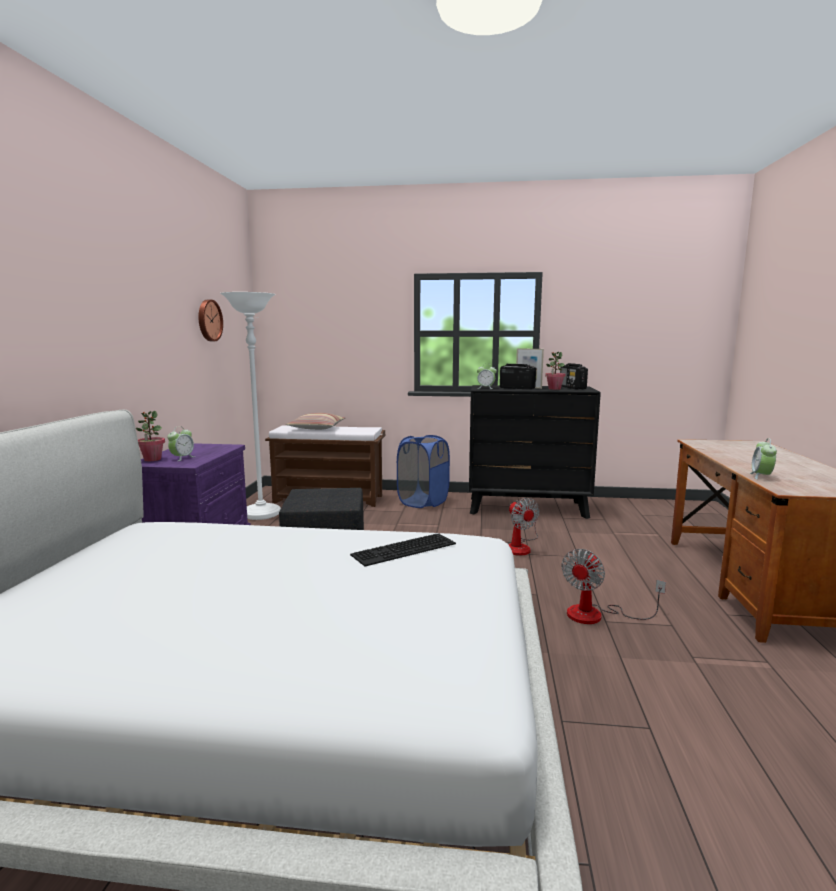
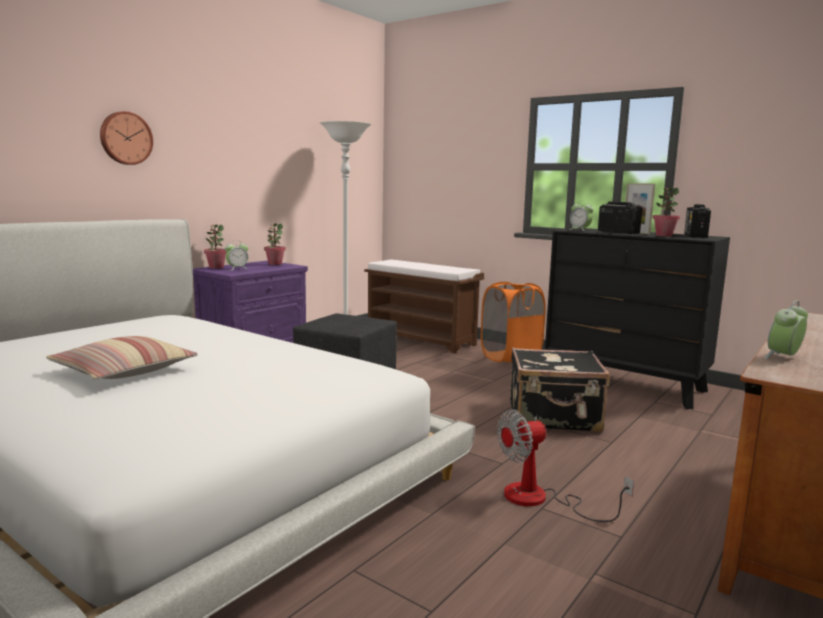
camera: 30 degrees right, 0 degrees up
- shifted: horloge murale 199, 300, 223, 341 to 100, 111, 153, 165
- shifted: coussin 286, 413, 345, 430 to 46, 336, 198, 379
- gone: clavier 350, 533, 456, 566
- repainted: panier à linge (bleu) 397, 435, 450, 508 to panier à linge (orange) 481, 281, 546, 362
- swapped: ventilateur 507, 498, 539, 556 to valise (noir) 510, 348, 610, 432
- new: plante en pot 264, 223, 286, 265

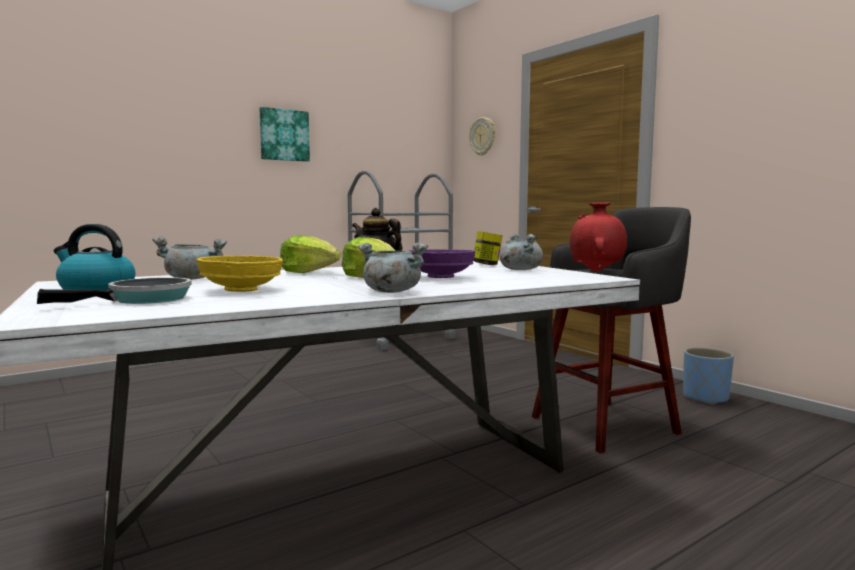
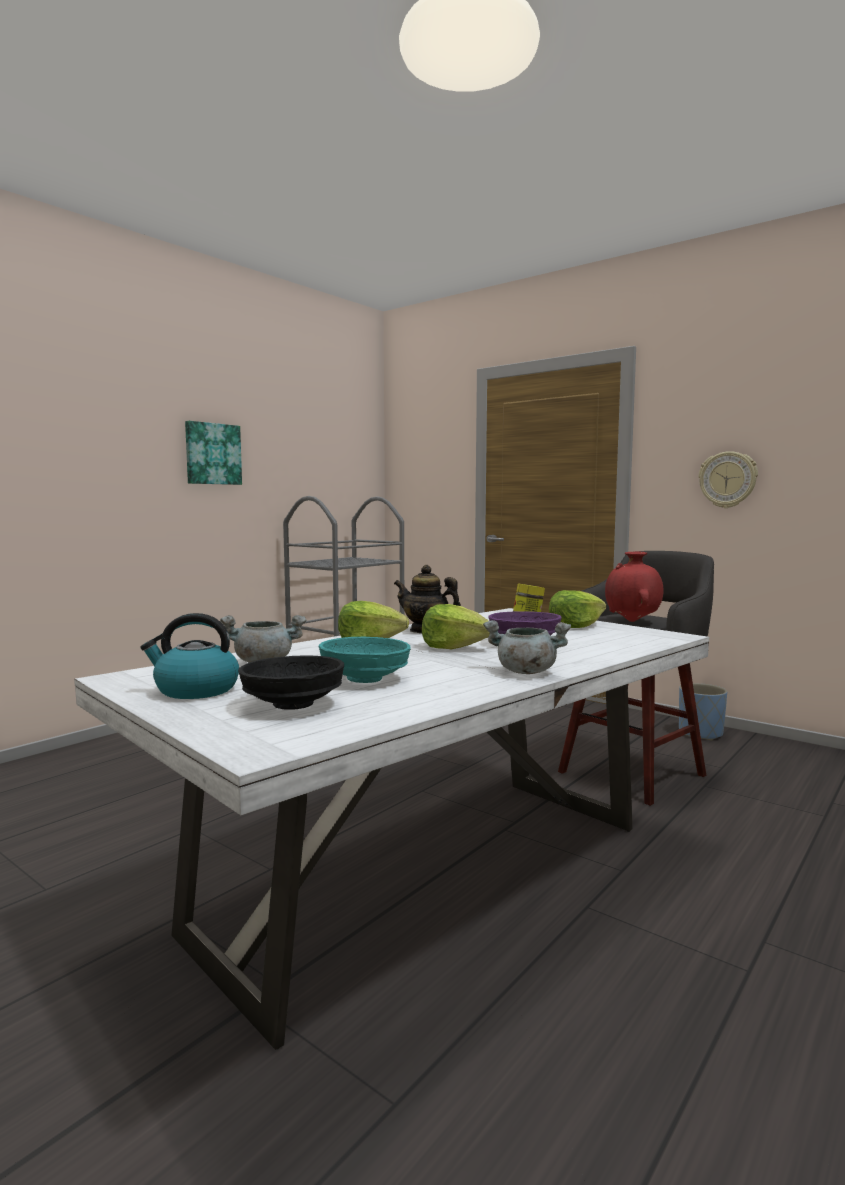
camera: 15 degrees left, 0 degrees up
- swapped: poêle 37, 277, 192, 304 to bol (noir) 238, 656, 344, 710
- repainted: bol (jaune) 197, 255, 283, 292 to bol (turquoise) 318, 637, 411, 683
- shifted: horloge murale 469, 117, 495, 156 to 699, 451, 758, 508
- swapped: marmite (gris) 500, 234, 543, 270 to laitue 549, 590, 606, 628

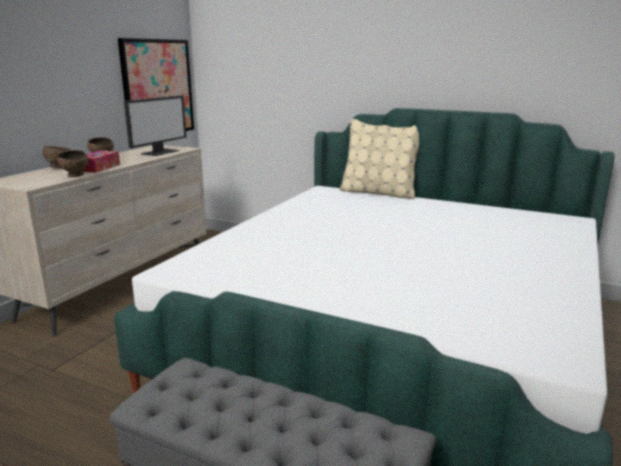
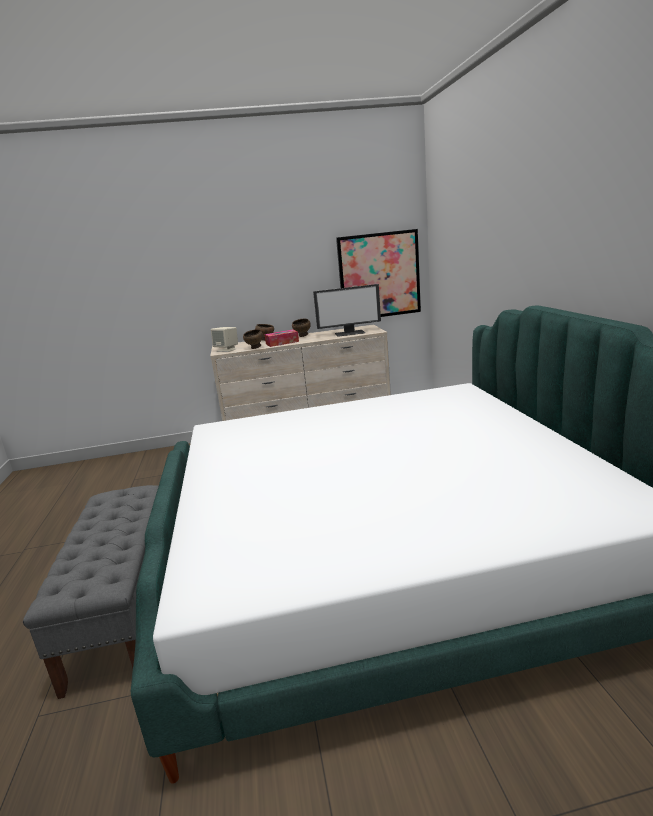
camera: 55 degrees right, 0 degrees up
- gone: coussin (beige) 339, 119, 419, 199
- new: enceinte (beige) 211, 327, 238, 352

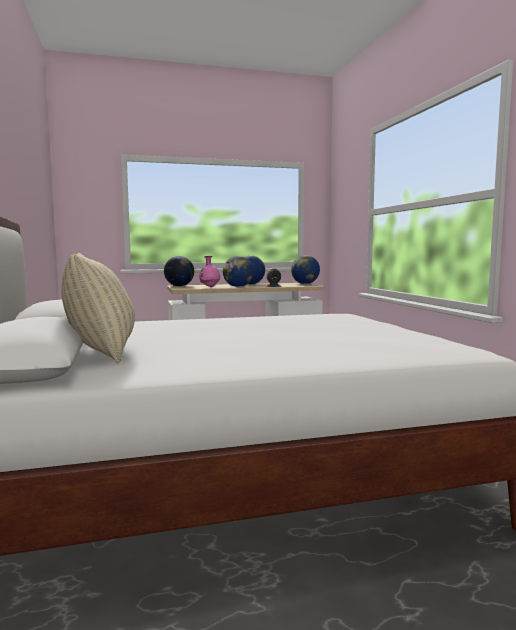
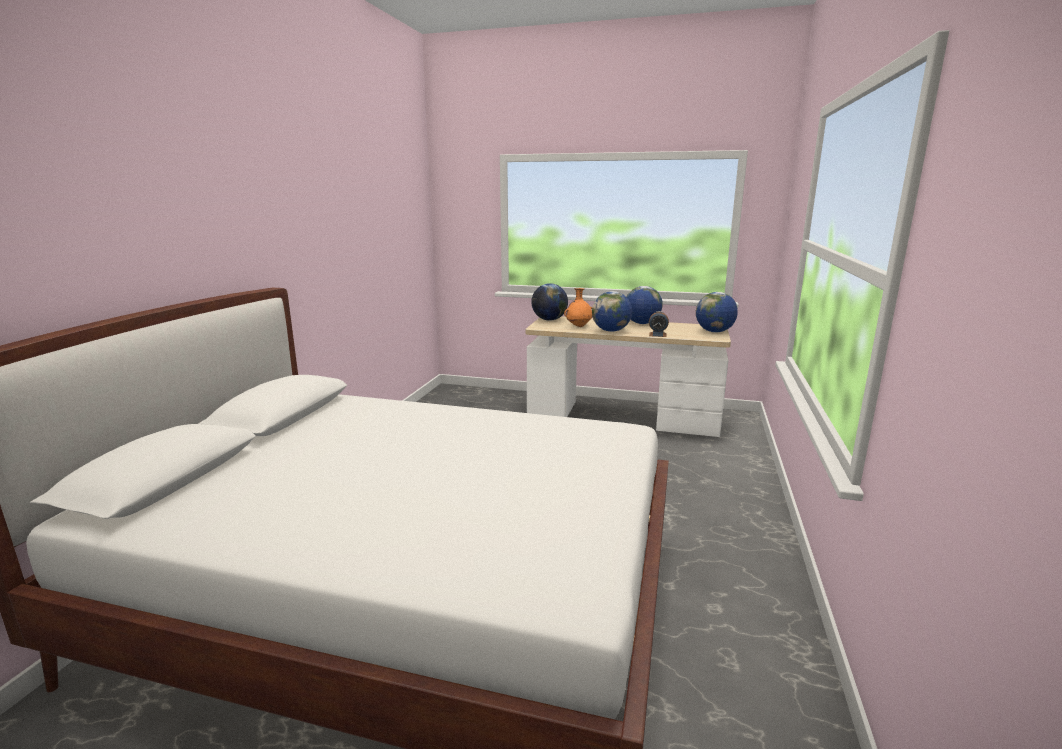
camera: 30 degrees right, 10 degrees up
- gone: coussin (beige) 61, 253, 135, 363
- repainted: vase (rose) 199, 256, 220, 287 to vase (orange) 564, 288, 592, 327

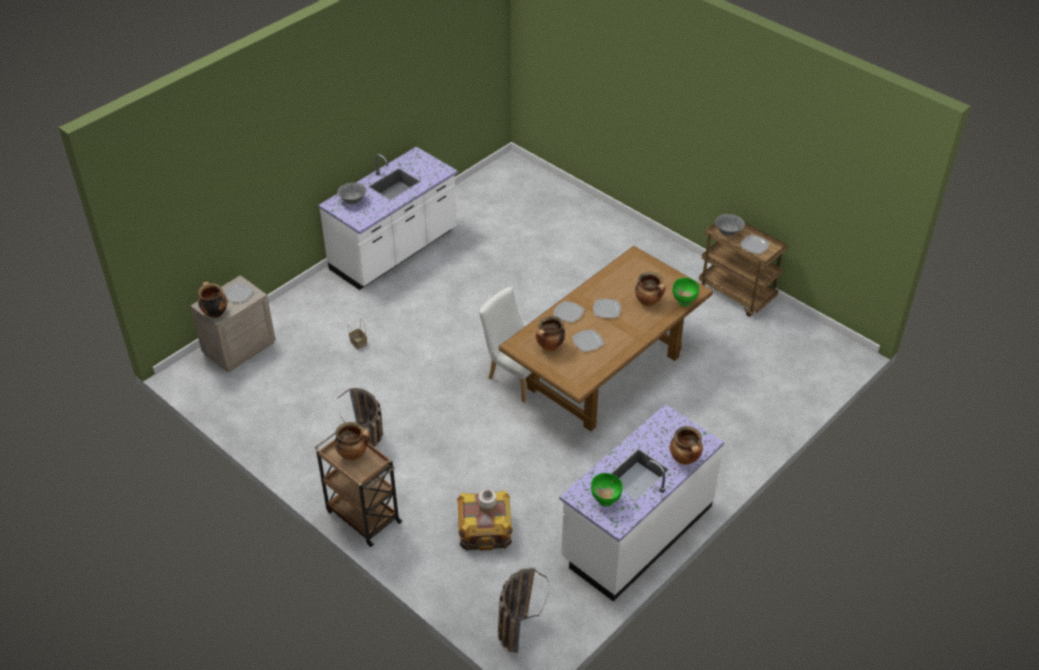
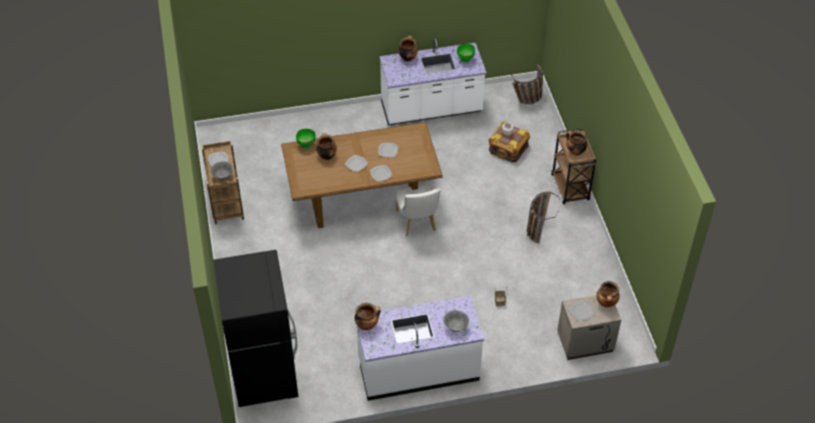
camera: 145 degrees left, 5 degrees up
- shifted: marmite 535, 316, 565, 351 to 355, 303, 381, 330
- new: réfrigérateur (noir) 213, 250, 298, 407

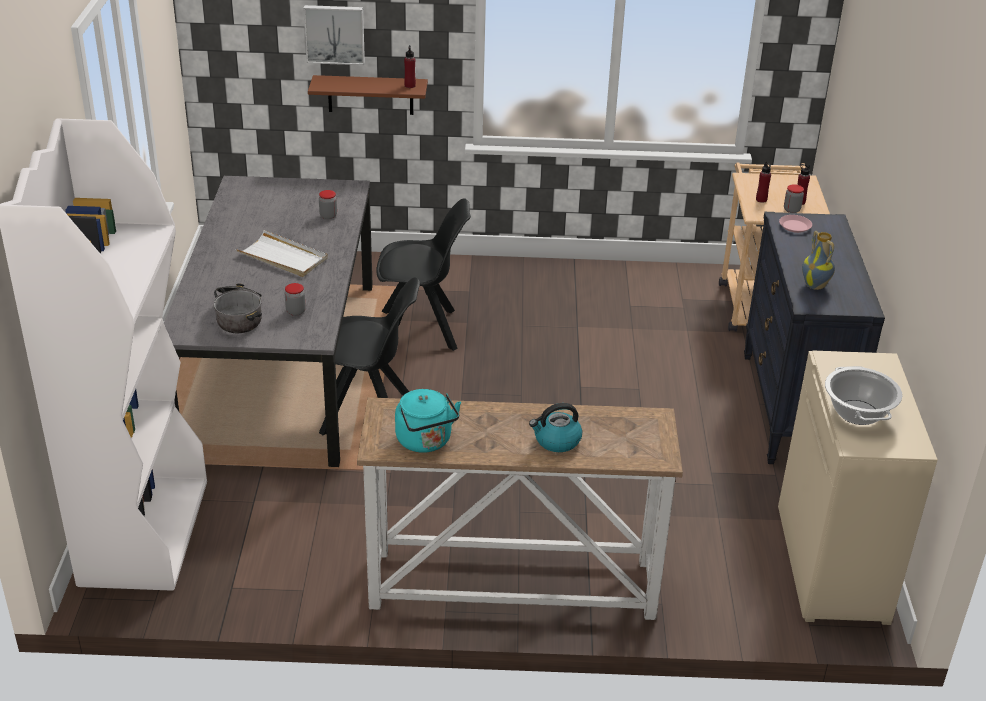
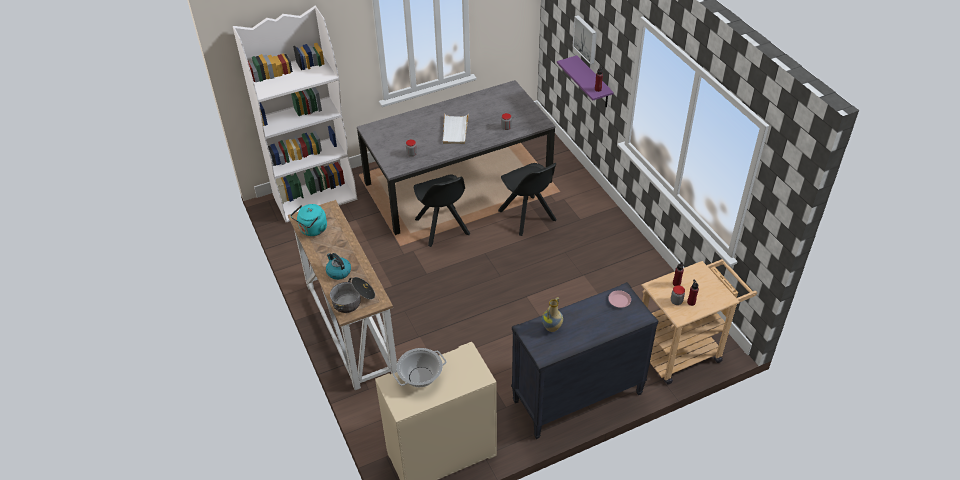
camera: 65 degrees right, 10 degrees up
- shifted: marmite 213, 283, 262, 333 to 330, 277, 375, 313
- repainted: étagère (marron) 308, 75, 428, 115 to étagère (violet) 557, 55, 614, 107

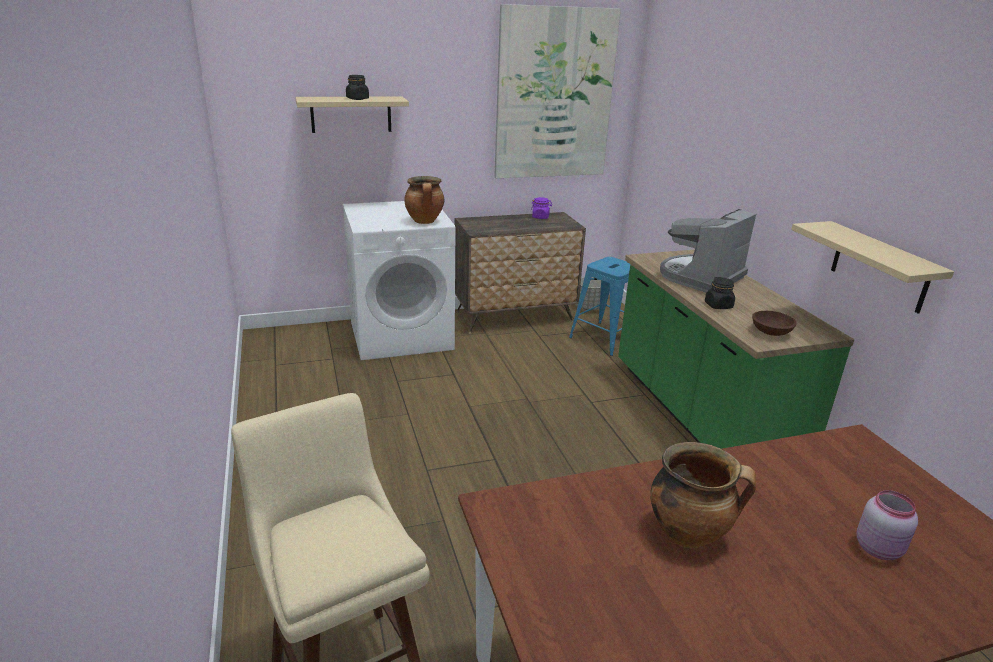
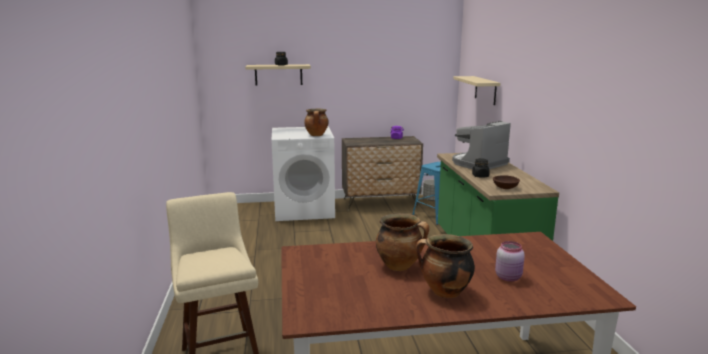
camera: 10 degrees right, 10 degrees down
- gone: tableau 494, 4, 621, 178
- shifted: étagère (beige) 791, 221, 954, 313 to 453, 76, 500, 105
- new: marmite 416, 234, 475, 298

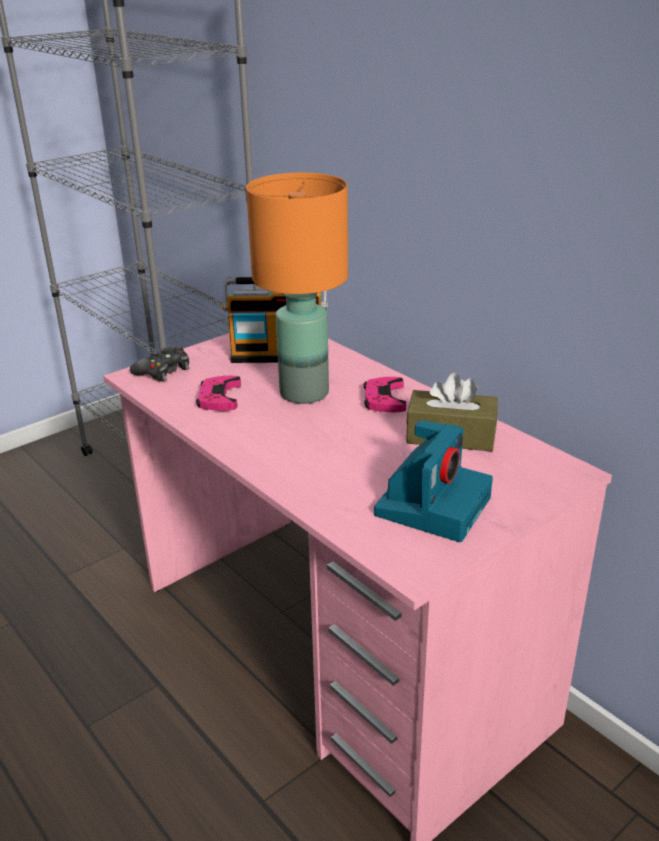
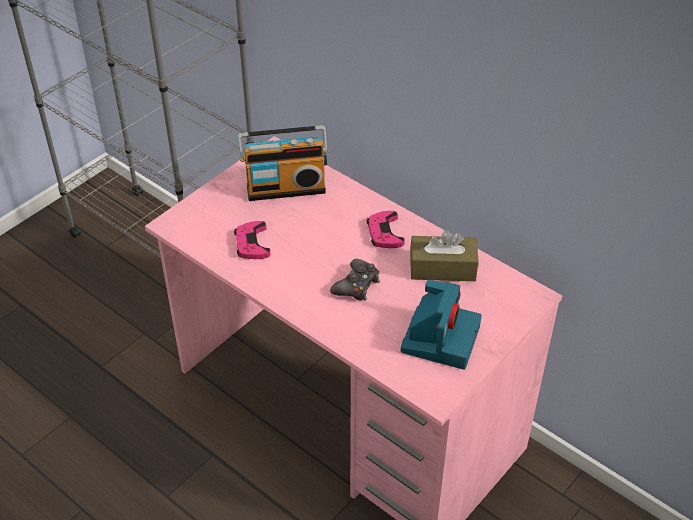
camera: 10 degrees left, 15 degrees up
- shifted: manette (noir) 130, 346, 190, 382 to 330, 259, 380, 301
- gone: lampe de table (orange) 246, 173, 348, 404

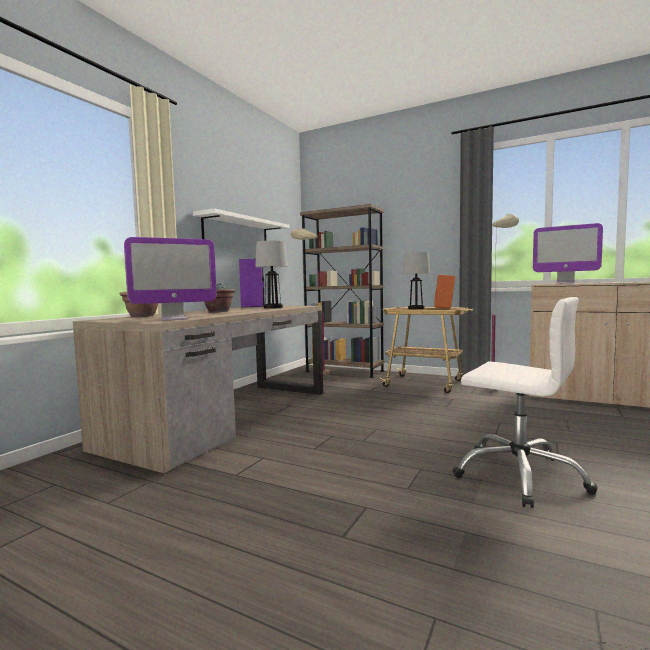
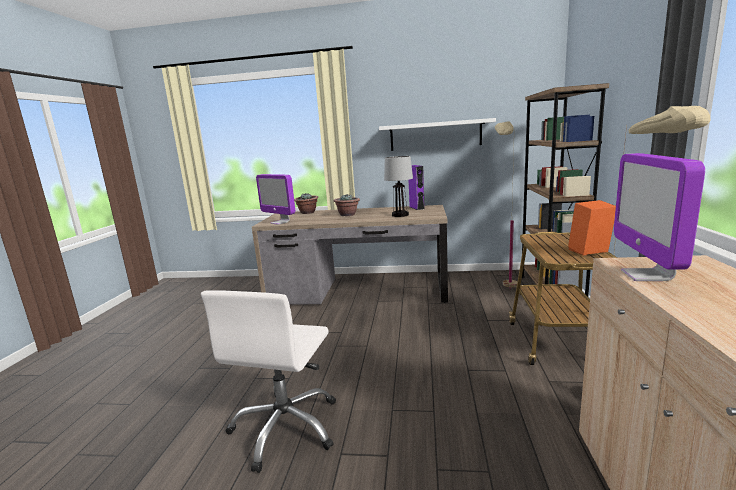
camera: 70 degrees right, 10 degrees up
- gone: lampe de table 402, 252, 430, 309

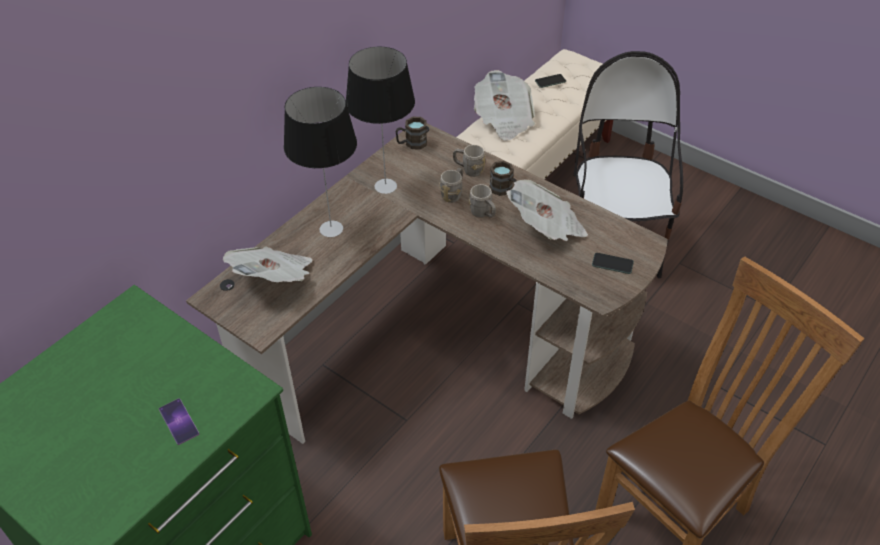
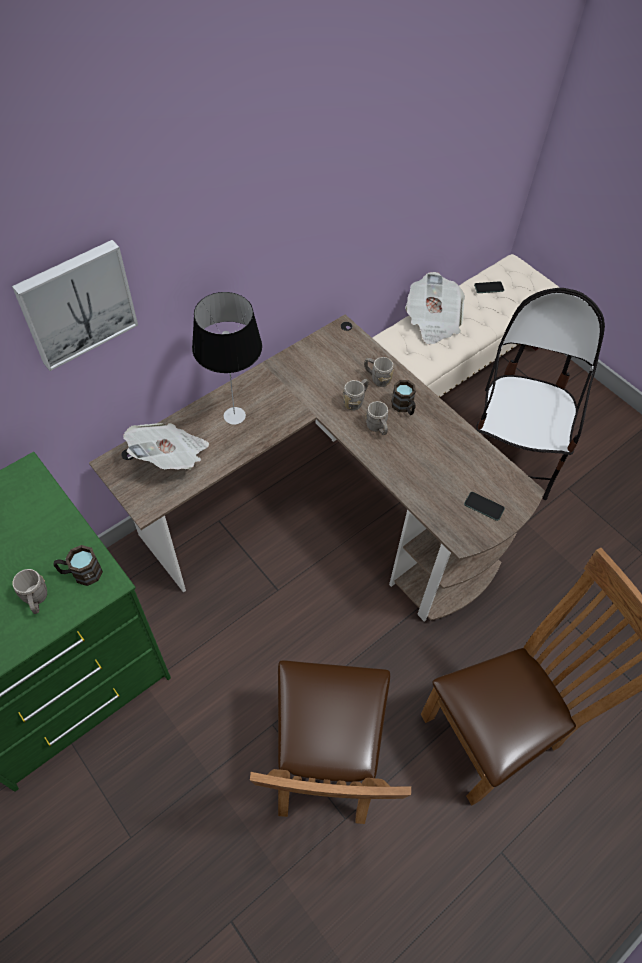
camera: 10 degrees right, 10 degrees up
- swapped: téléphone 159, 399, 199, 445 to mug (gris) 13, 569, 47, 614
- gone: lampe de table 346, 47, 415, 194
- shifted: mug (marron) 396, 117, 427, 150 to 54, 545, 103, 586
- gone: journal 506, 179, 588, 241
- new: tableau 12, 240, 138, 371

